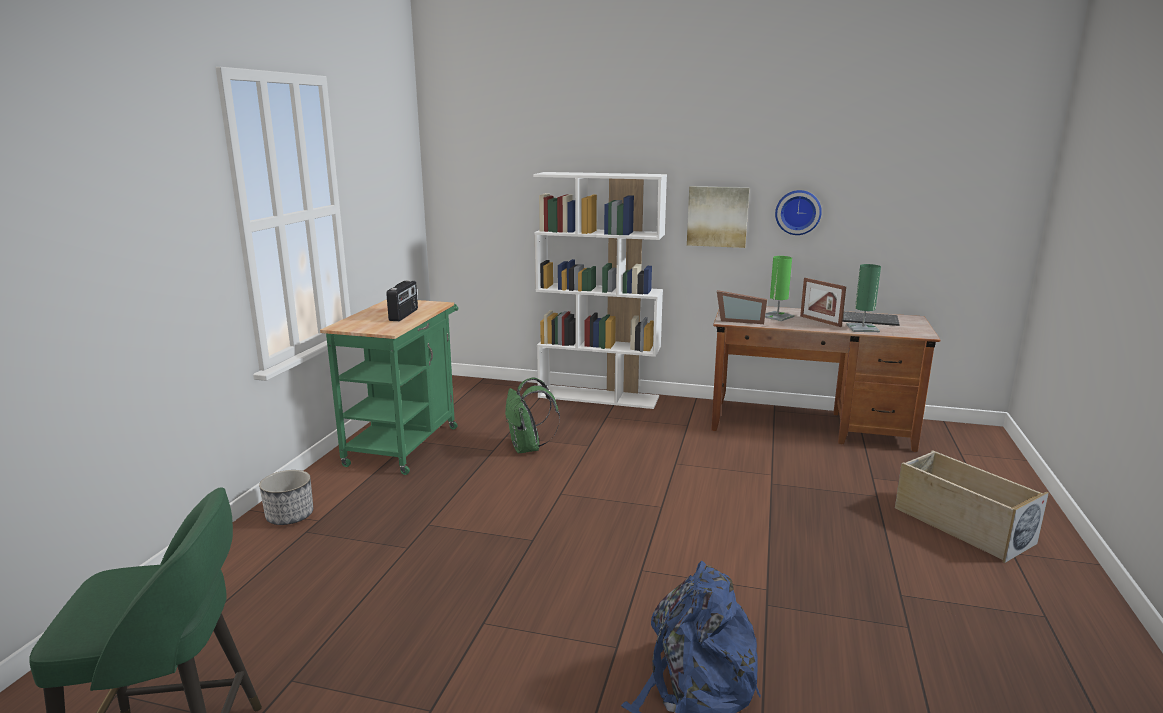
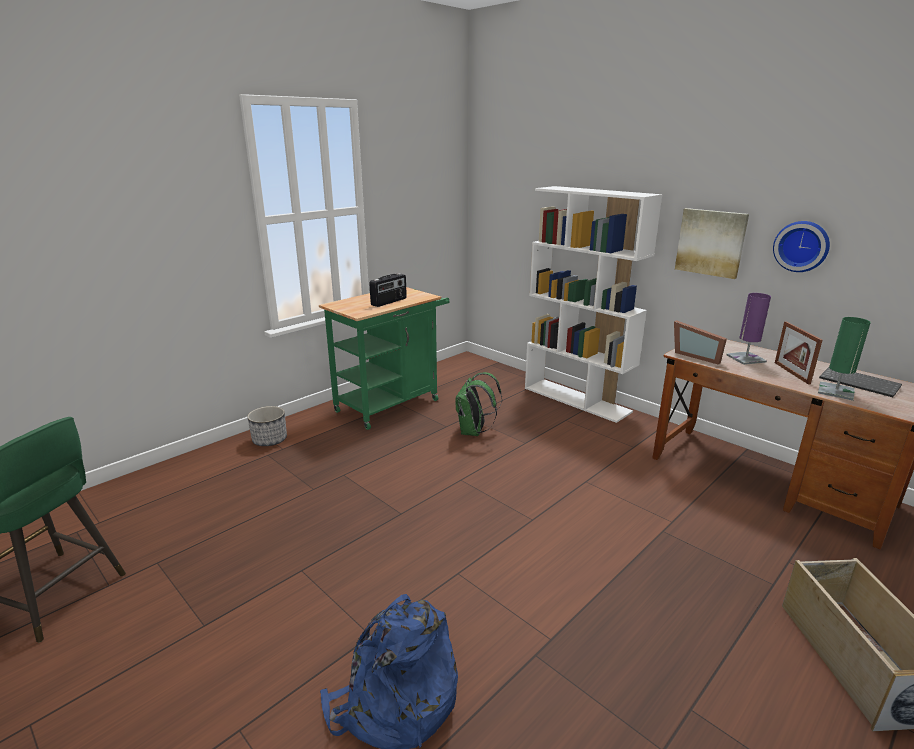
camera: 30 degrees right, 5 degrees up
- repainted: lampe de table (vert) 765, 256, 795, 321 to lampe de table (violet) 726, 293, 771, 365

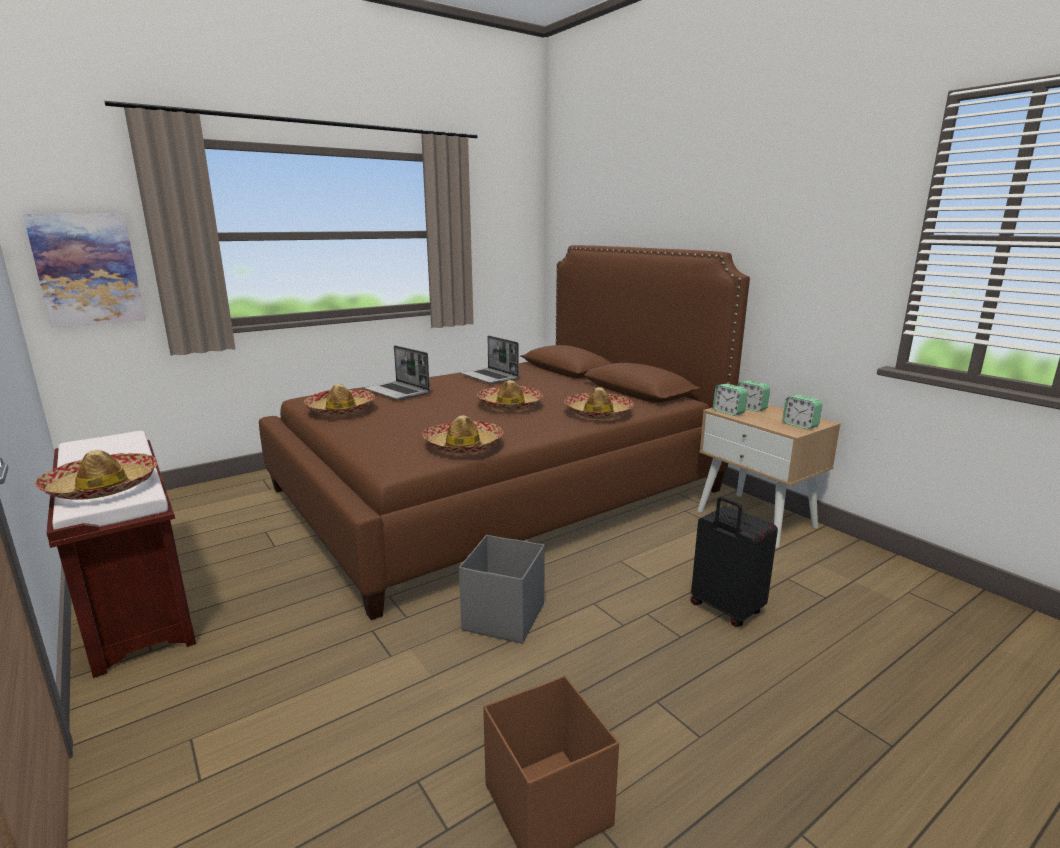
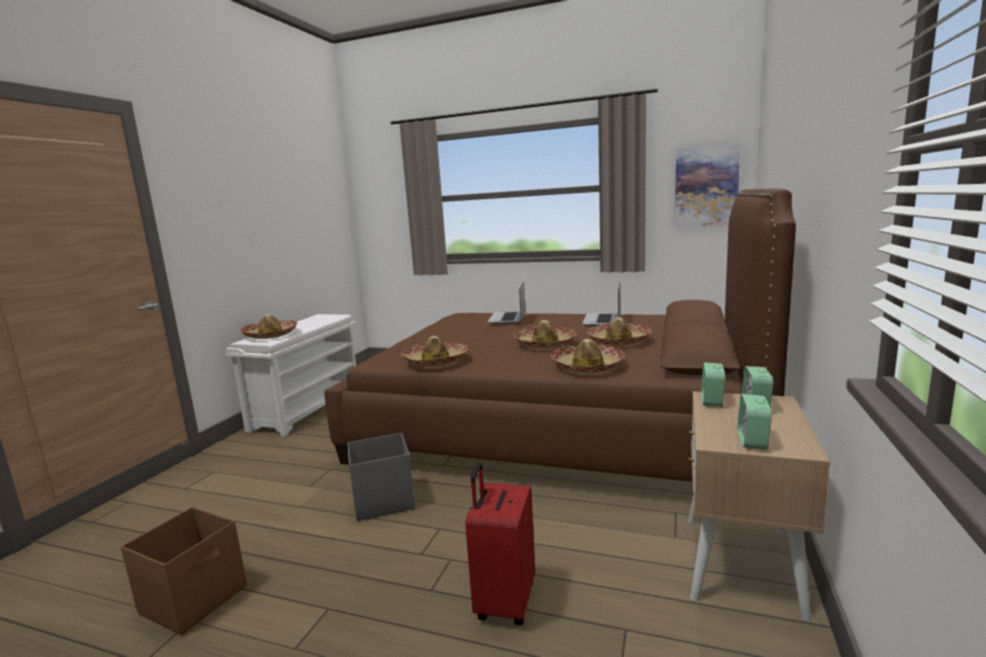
camera: 55 degrees right, 5 degrees down
- shifted: tableau 23, 213, 145, 328 to 675, 144, 740, 228
- repainted: banc (marron) 47, 431, 196, 678 to banc (blanc) 226, 314, 356, 437
- shifted: chapeau 304, 384, 375, 416 to 587, 317, 652, 346
- repainted: valise (noir) 691, 496, 778, 626 to valise (rouge) 465, 463, 535, 625

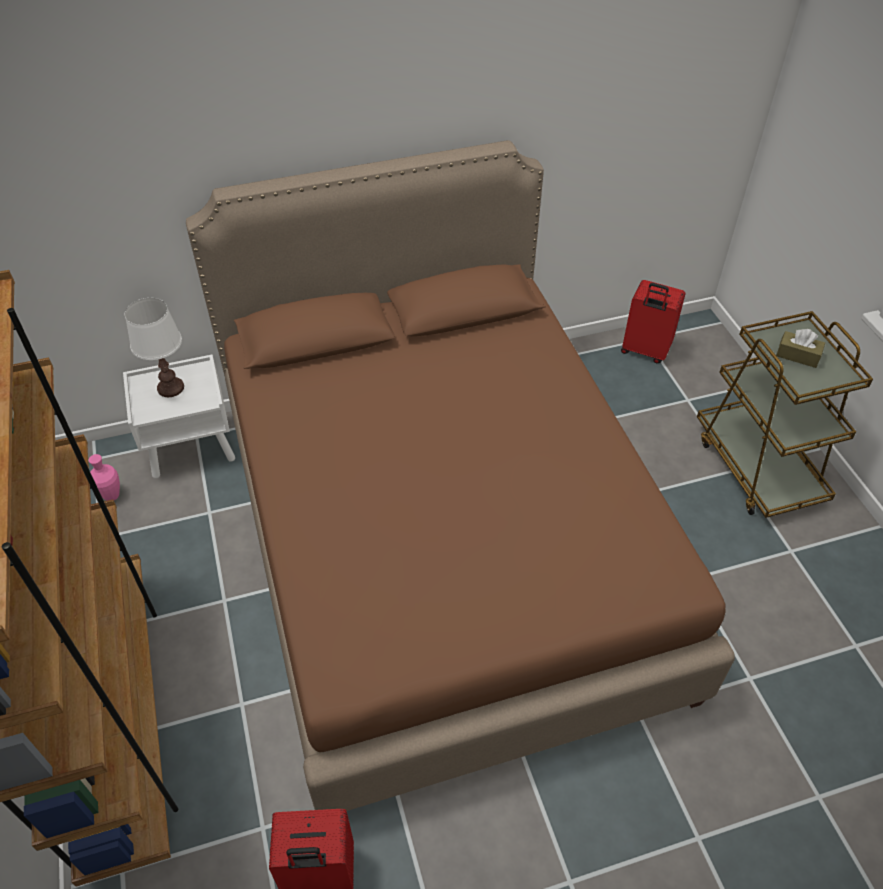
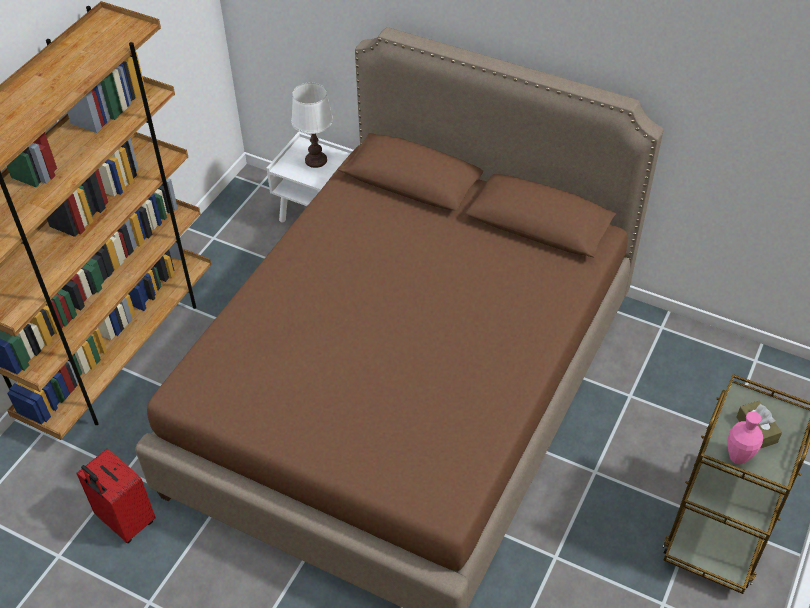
camera: 45 degrees right, 0 degrees up
- shifted: vase (rose) 89, 454, 120, 501 to 727, 411, 763, 464
- gone: valise (rouge) 621, 280, 685, 363

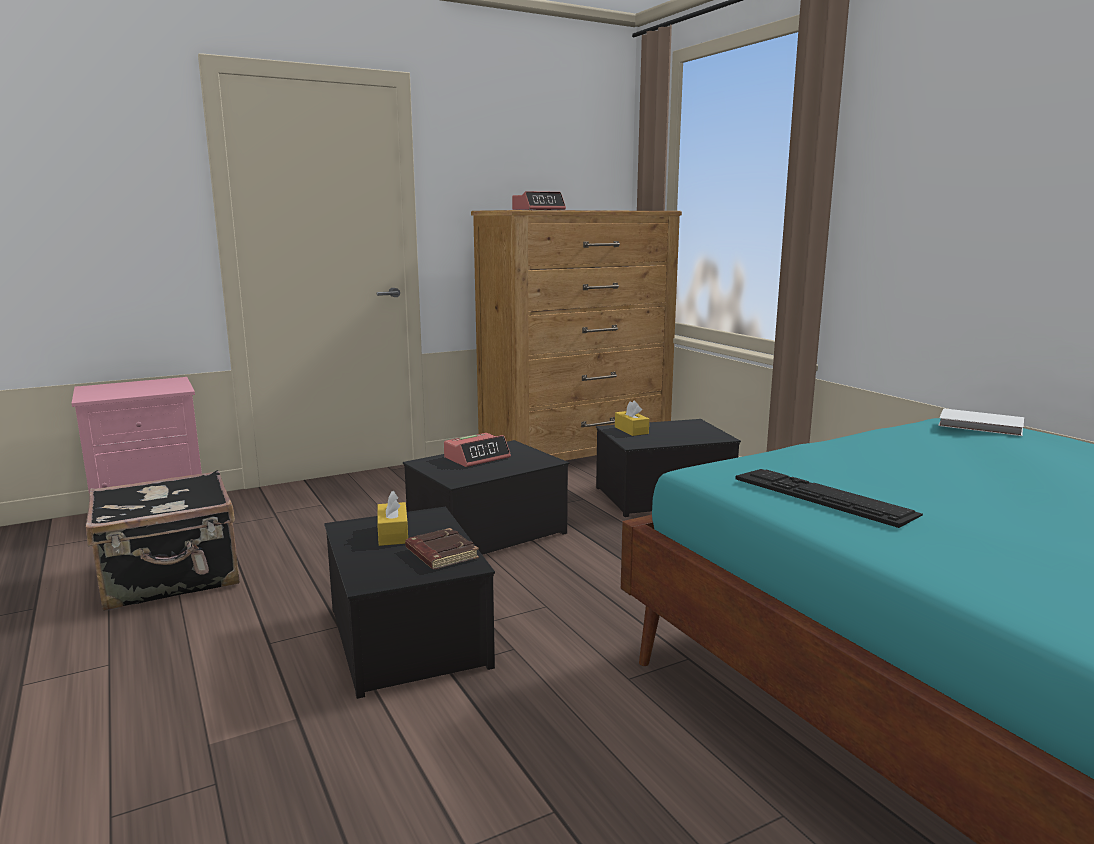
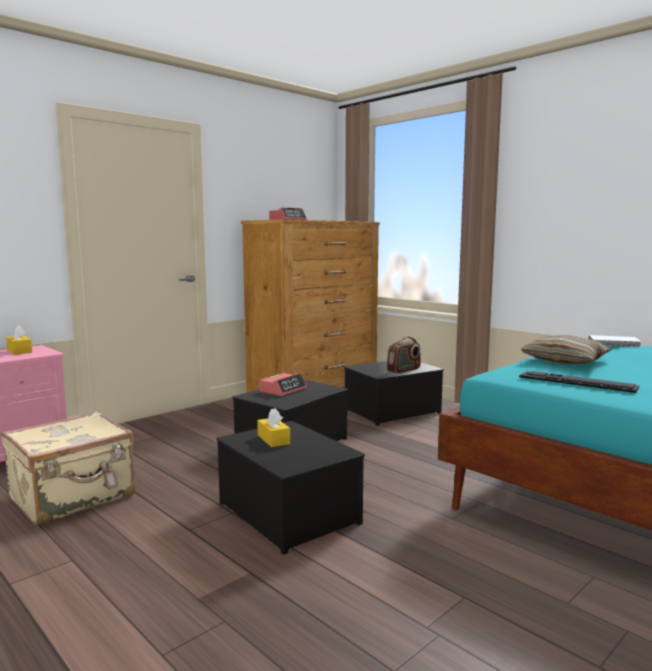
camera: 15 degrees left, 5 degrees down
- repainted: valise (noir) 86, 470, 240, 611 to valise (beige) 1, 412, 135, 525
- gone: livre (marron) 405, 528, 479, 569
- shifted: boîte à mouchoirs (jaune) 615, 400, 649, 436 to 6, 325, 32, 355
- new: radio 387, 337, 421, 373
- new: coussin 521, 335, 612, 364

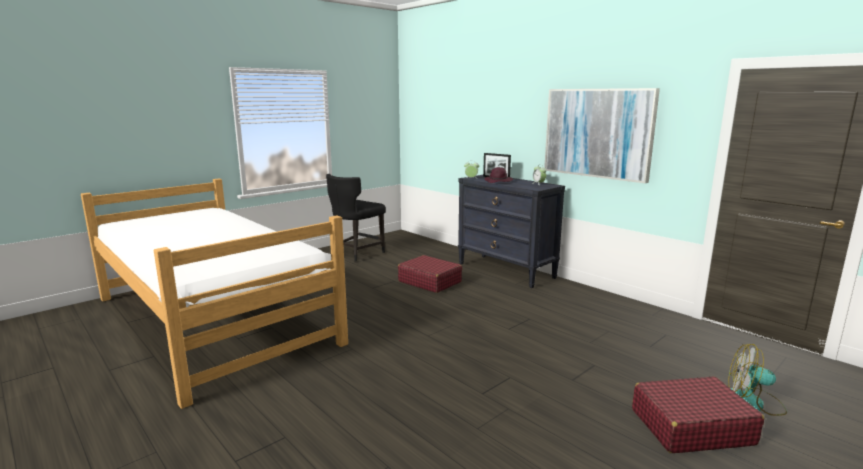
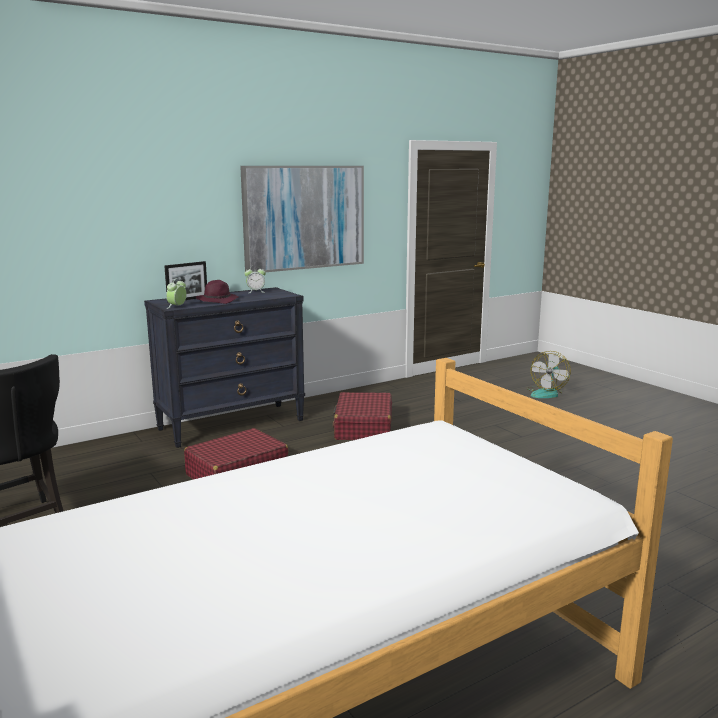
camera: 80 degrees left, 0 degrees up
- shifted: valise (rouge) 632, 376, 764, 453 to 333, 392, 392, 440

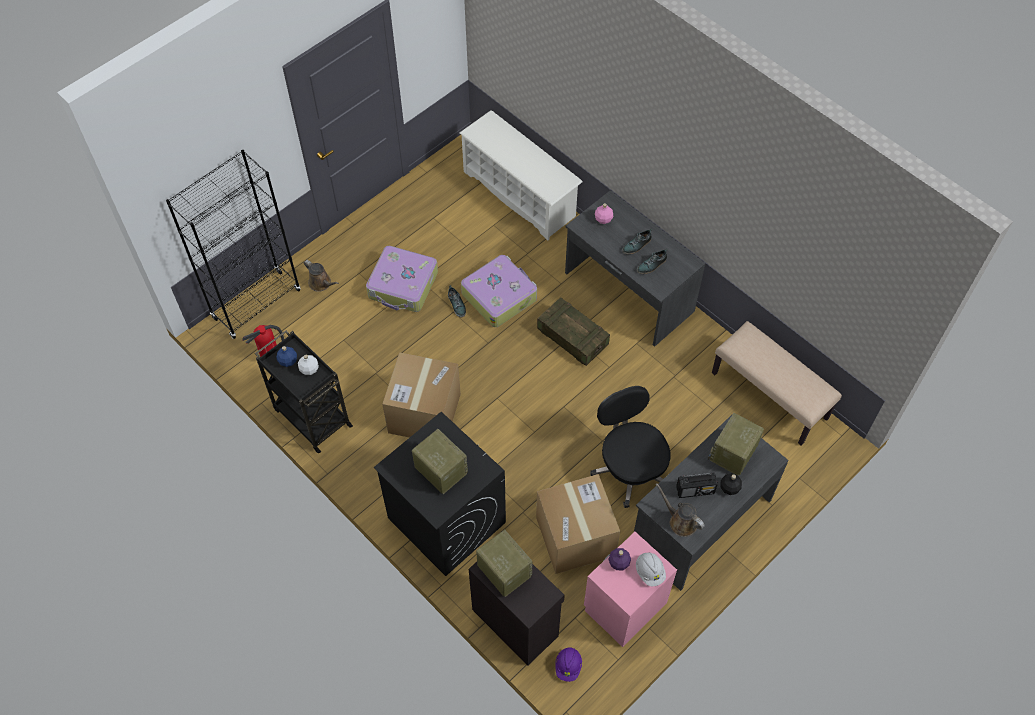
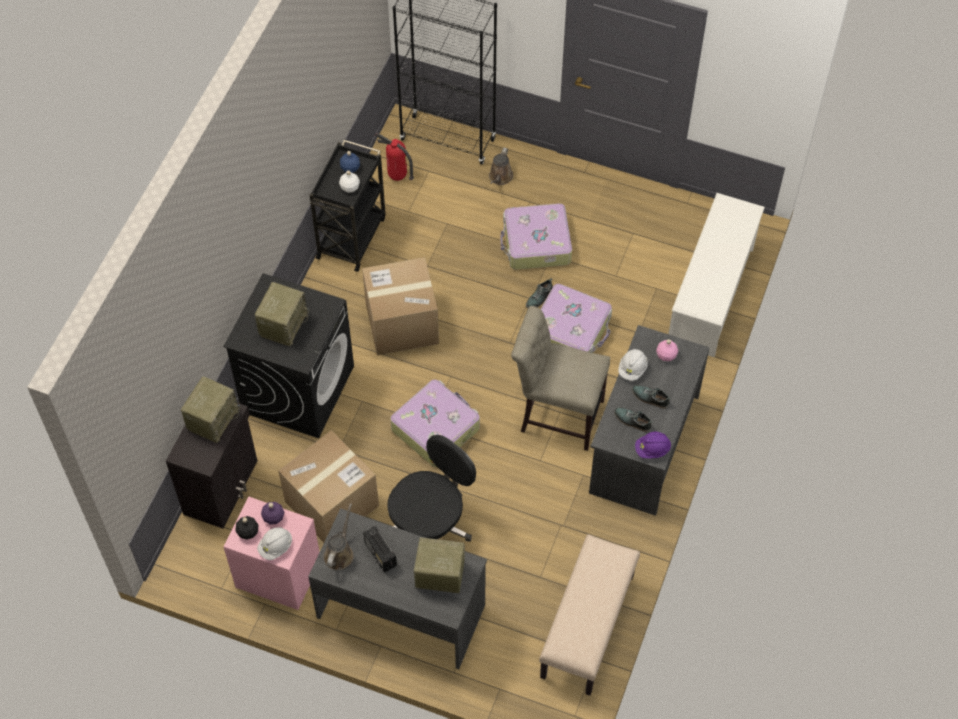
camera: 65 degrees right, 0 degrees up
- swapped: caisse 537, 297, 610, 366 to chaise (beige) 511, 306, 610, 451
- shifted: casque de chantier (violet) 555, 647, 582, 682 to 635, 432, 671, 459
- shifted: bouteille (noir) 720, 473, 742, 495 to 236, 516, 258, 540
- new: valise 390, 380, 480, 467
- new: casque de chantier (blanc) 618, 349, 648, 381

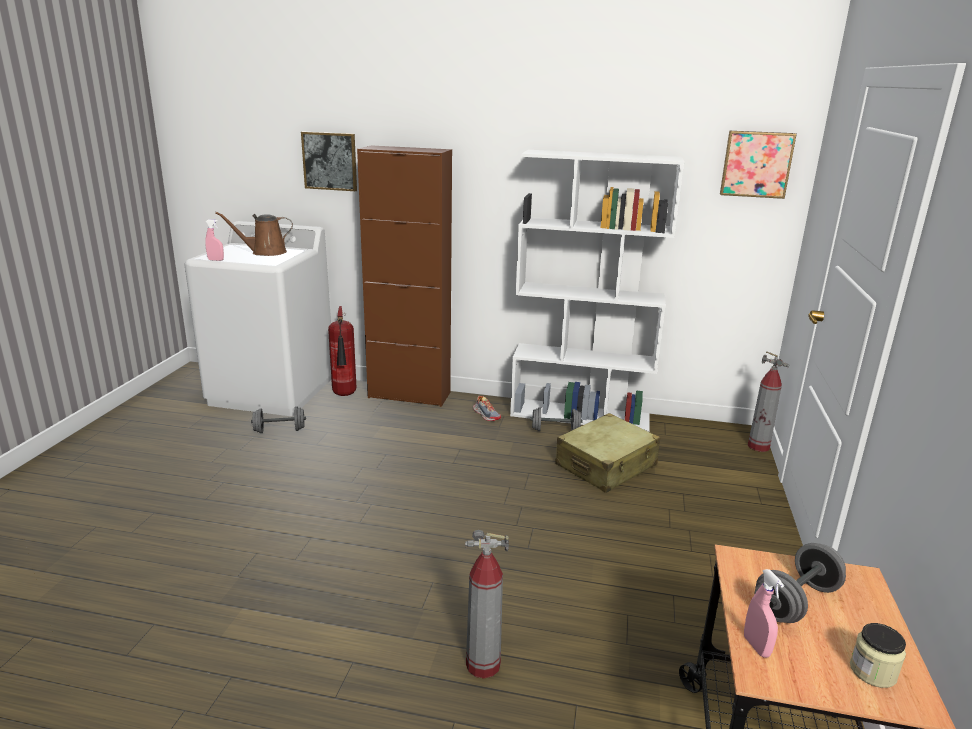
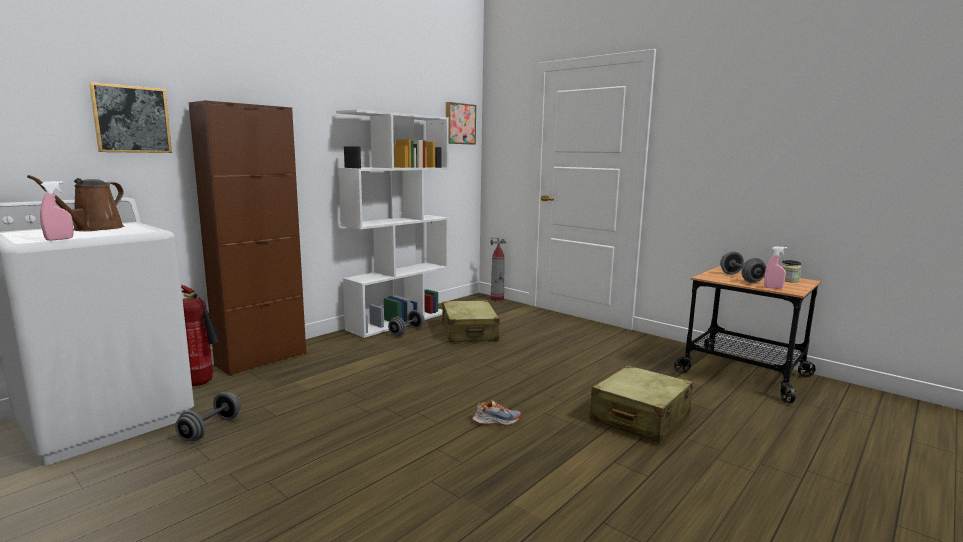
camera: 60 degrees left, 10 degrees down
- swapped: extincteur 465, 530, 509, 679 to valise (beige) 589, 365, 693, 443
- shifted: chaussure 473, 396, 501, 421 to 472, 400, 521, 426

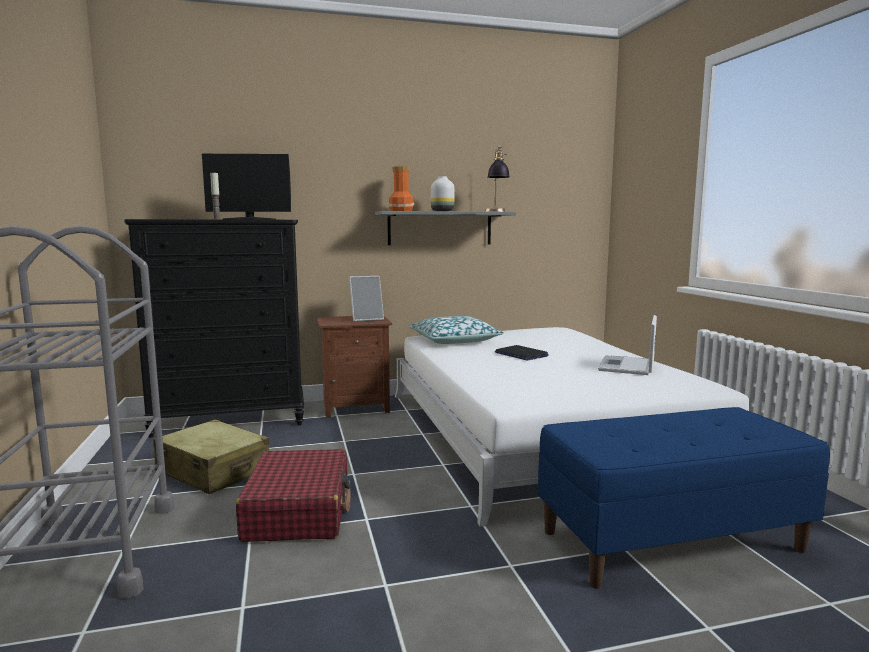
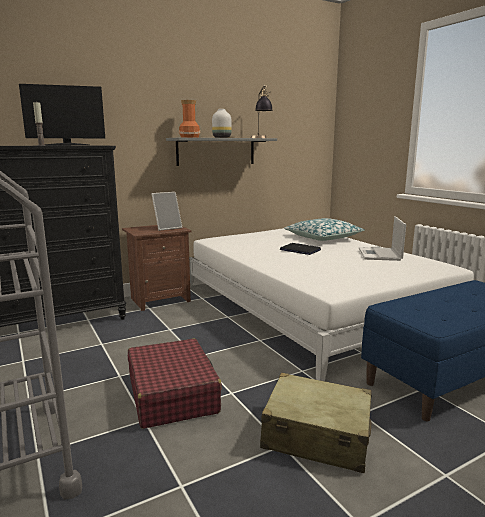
camera: 15 degrees left, 5 degrees up
- shifted: valise (beige) 153, 419, 269, 494 to 260, 373, 372, 473
- shifted: coussin 408, 316, 504, 344 to 284, 218, 365, 241

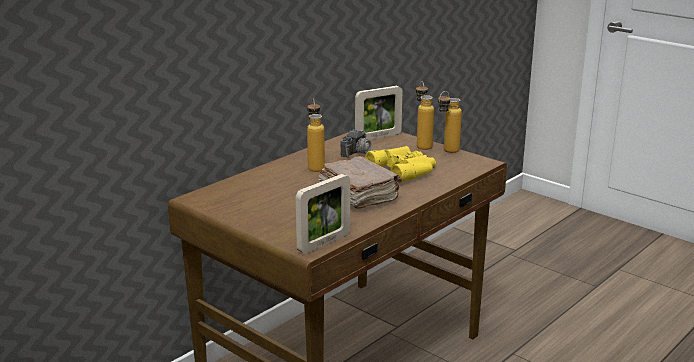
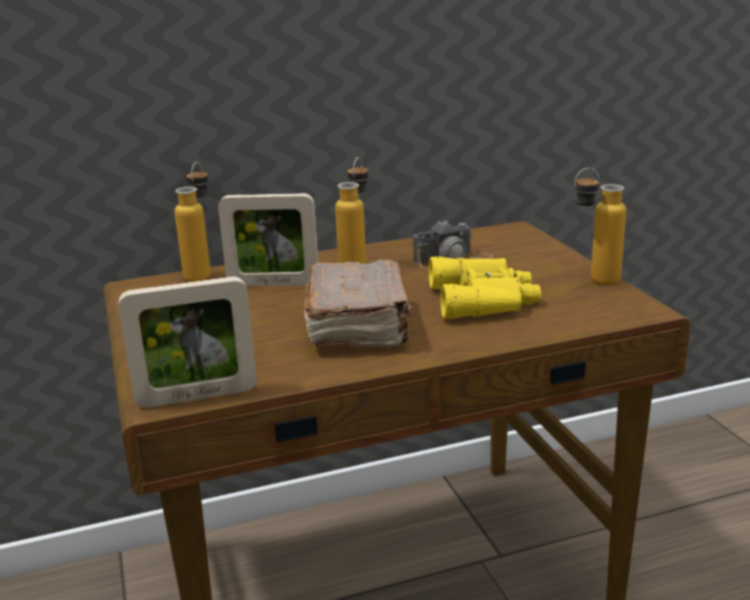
camera: 30 degrees right, 0 degrees up
- shifted: cadre photo 355, 86, 402, 140 to 218, 193, 318, 286
- shifted: bouteille 416, 81, 434, 150 to 175, 162, 211, 282

